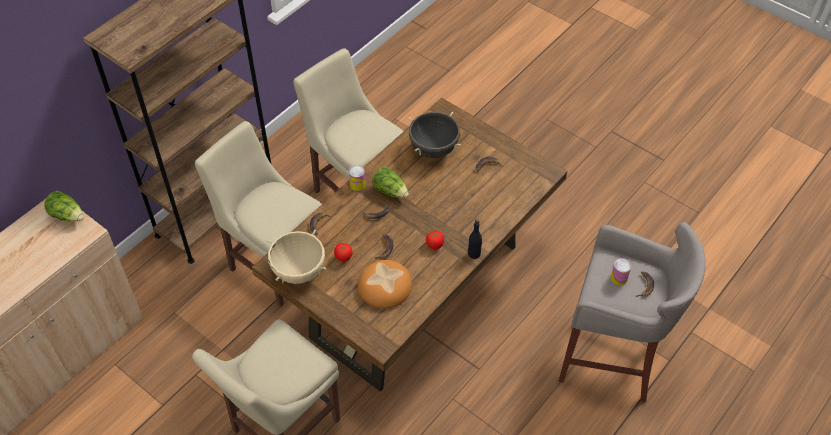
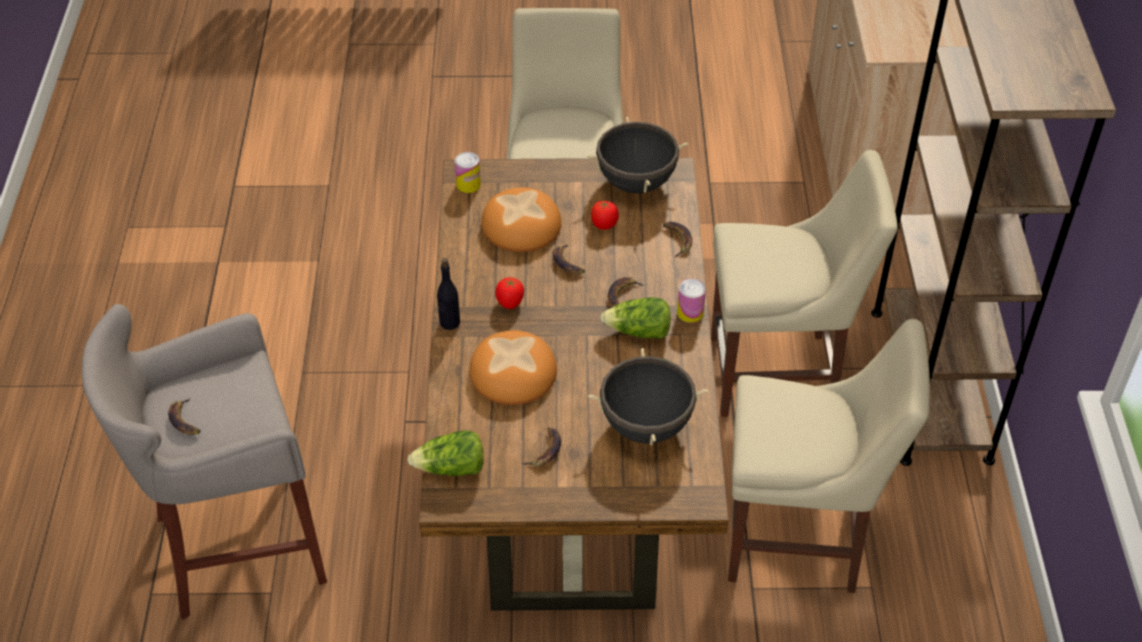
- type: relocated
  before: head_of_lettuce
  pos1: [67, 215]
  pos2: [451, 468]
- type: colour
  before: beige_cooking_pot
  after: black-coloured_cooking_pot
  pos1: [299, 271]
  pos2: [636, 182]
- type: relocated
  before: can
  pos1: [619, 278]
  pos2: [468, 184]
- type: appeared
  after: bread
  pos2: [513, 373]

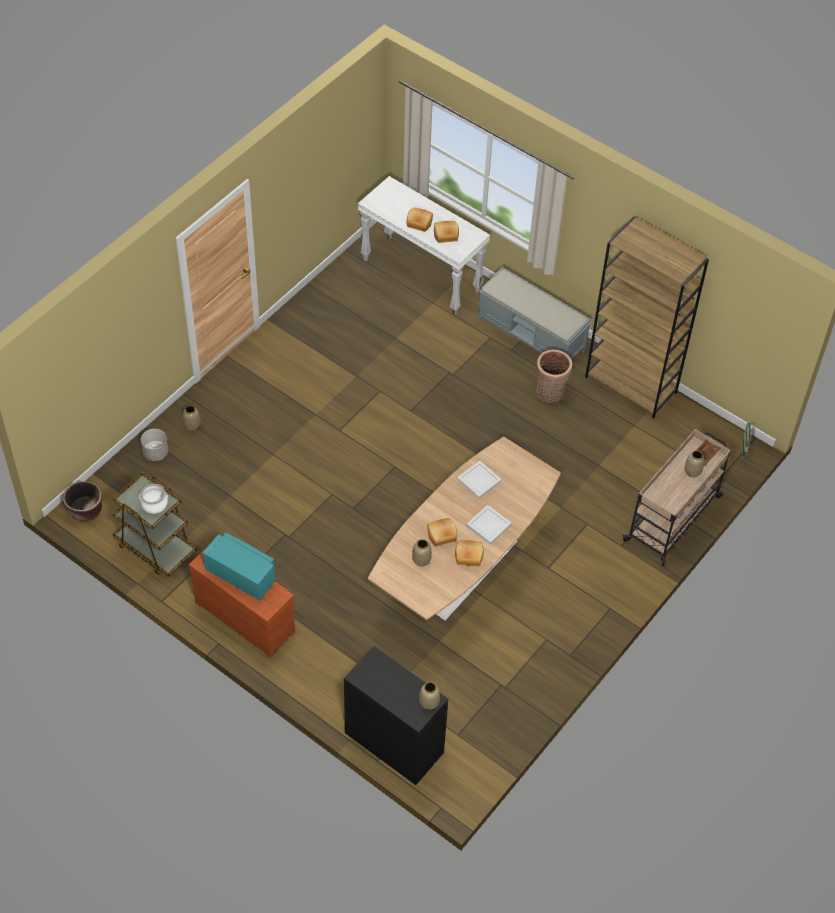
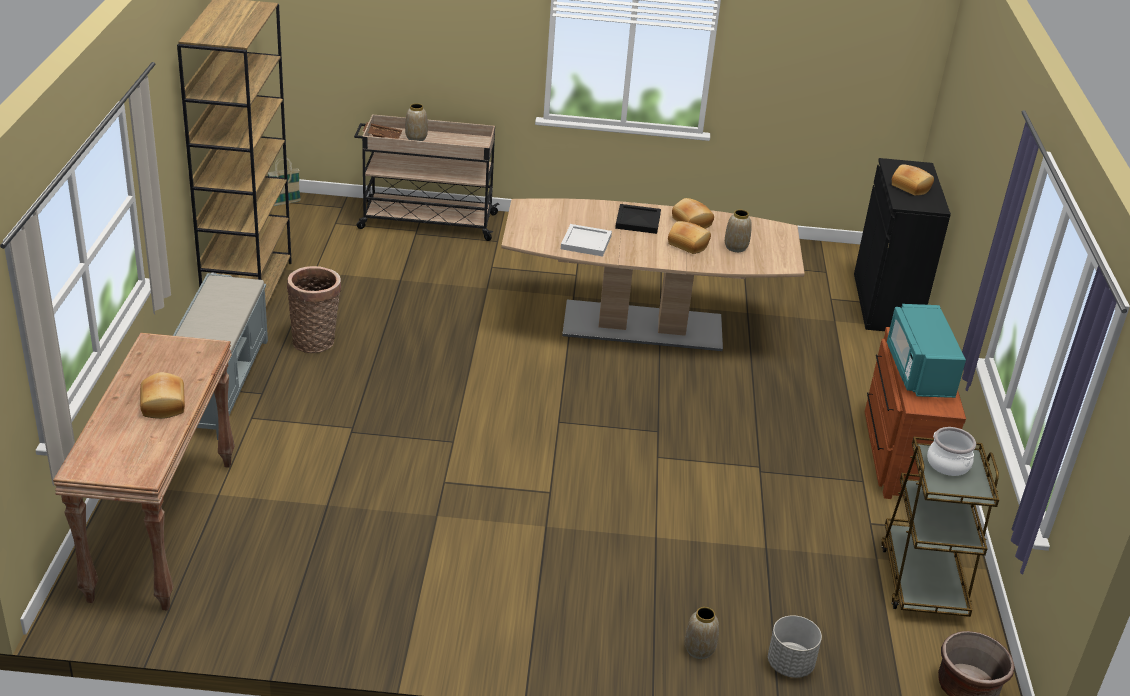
- type: colour
  before: white_narrow_table
  after: brownish_narrow_table
  pos1: [422, 275]
  pos2: [162, 528]
- type: relocated
  before: bread
  pos1: [446, 235]
  pos2: [911, 187]
- type: colour
  before: white_carrying_tray
  after: black-coloured_carrying_tray
  pos1: [489, 526]
  pos2: [638, 221]
- type: missing
  before: vase
  pos1: [429, 702]

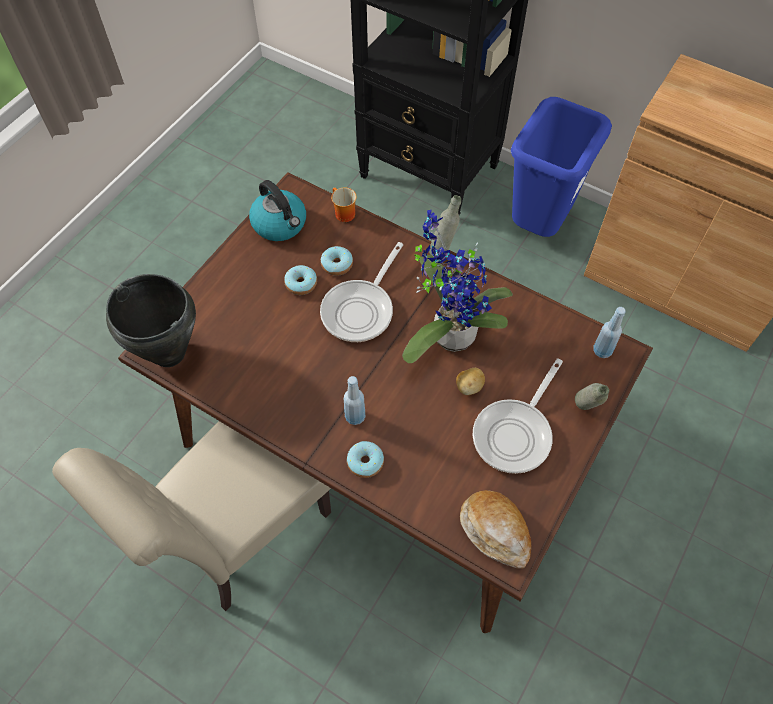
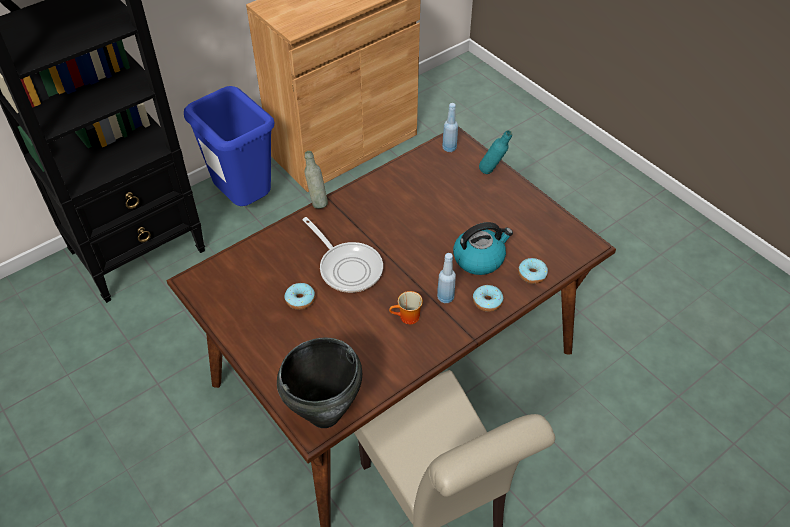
- type: relocated
  before: kettle
  pos1: [280, 224]
  pos2: [479, 258]
- type: relocated
  before: coffee_mug
  pos1: [342, 213]
  pos2: [407, 318]
- type: missing
  before: plant_in_a_pot
  pos1: [449, 332]
- type: relocated
  before: donut
  pos1: [337, 265]
  pos2: [532, 274]
- type: missing
  before: frying_pan
  pos1: [515, 433]
- type: missing
  before: whole_potato
  pos1: [469, 387]
- type: colour
  before: greyish_bottle
  after: turquoise-coloured_bottle
  pos1: [584, 411]
  pos2: [492, 172]
- type: missing
  before: bread
  pos1: [495, 531]

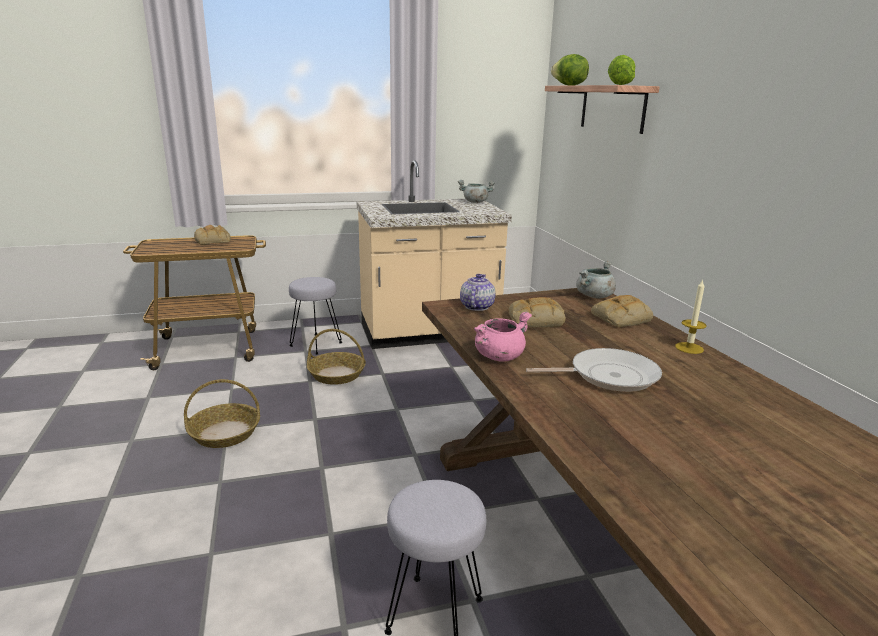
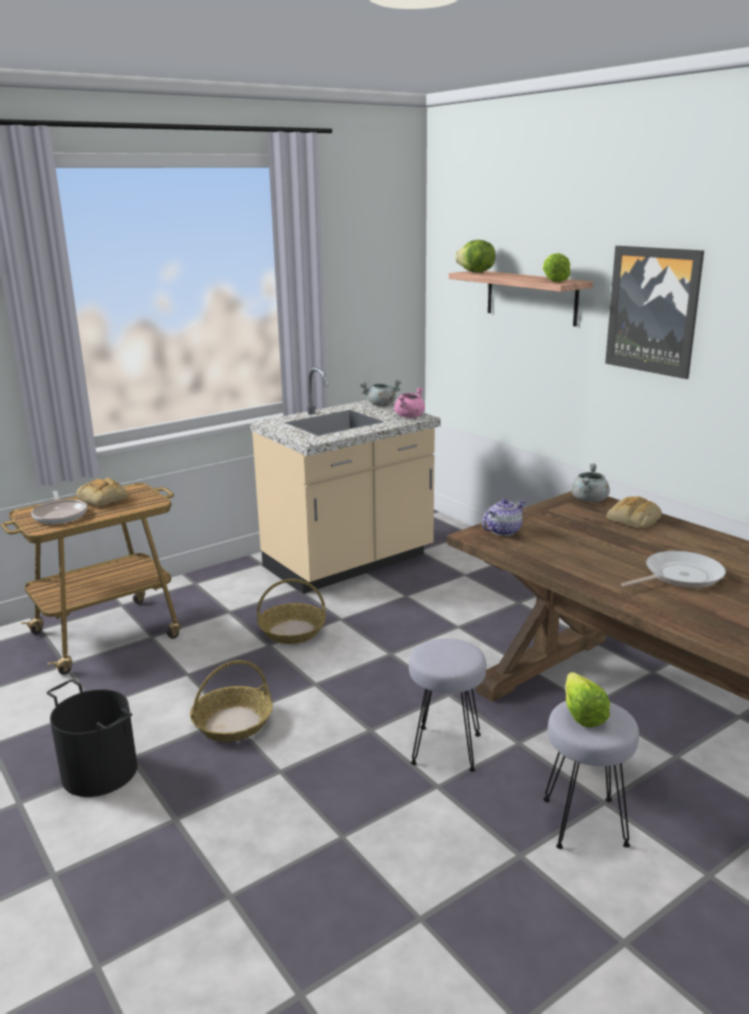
- type: spun
  before: pot_for_tea
  pos1: [476, 307]
  pos2: [503, 531]
  turn: 60
- type: relocated
  before: greyish_stool
  pos1: [315, 344]
  pos2: [445, 748]
- type: missing
  before: wax_light
  pos1: [689, 348]
- type: missing
  before: bread
  pos1: [535, 320]
- type: relocated
  before: pink_cooking_pot
  pos1: [499, 356]
  pos2: [409, 416]
- type: appeared
  after: wall_picture
  pos2: [653, 310]
- type: appeared
  after: frying_pan
  pos2: [60, 515]
- type: appeared
  after: head_of_lettuce
  pos2: [581, 711]
- type: appeared
  after: black-coloured_pail
  pos2: [100, 771]

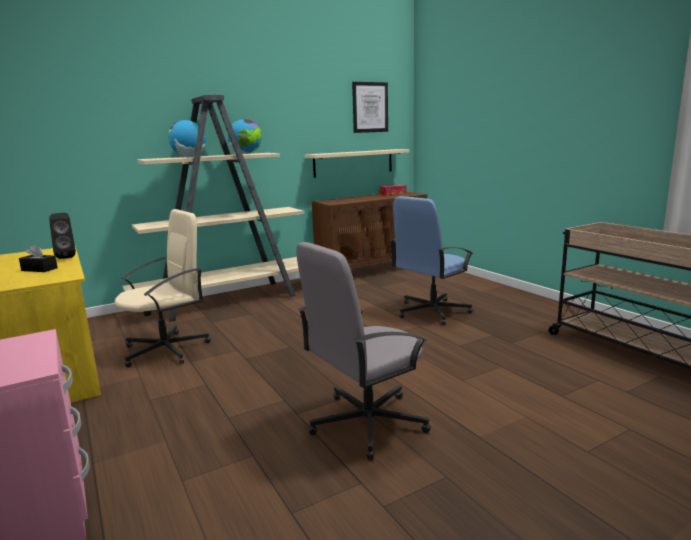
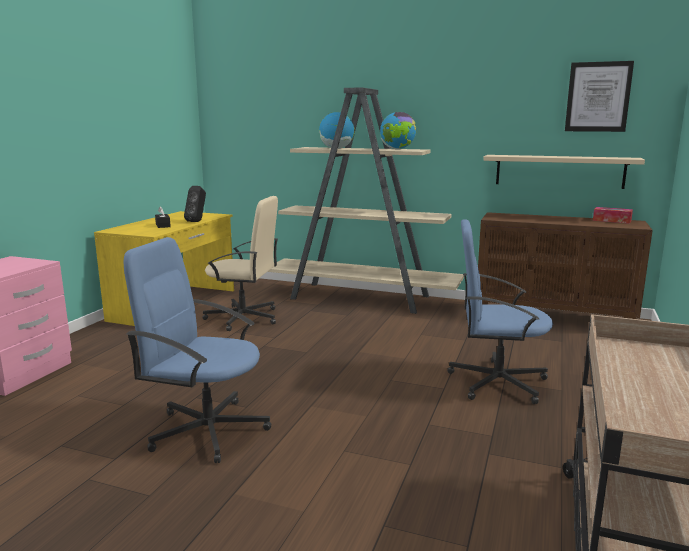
- type: colour
  before: greyish_office_chair
  after: bluish_office_chair
  pos1: [366, 423]
  pos2: [207, 430]

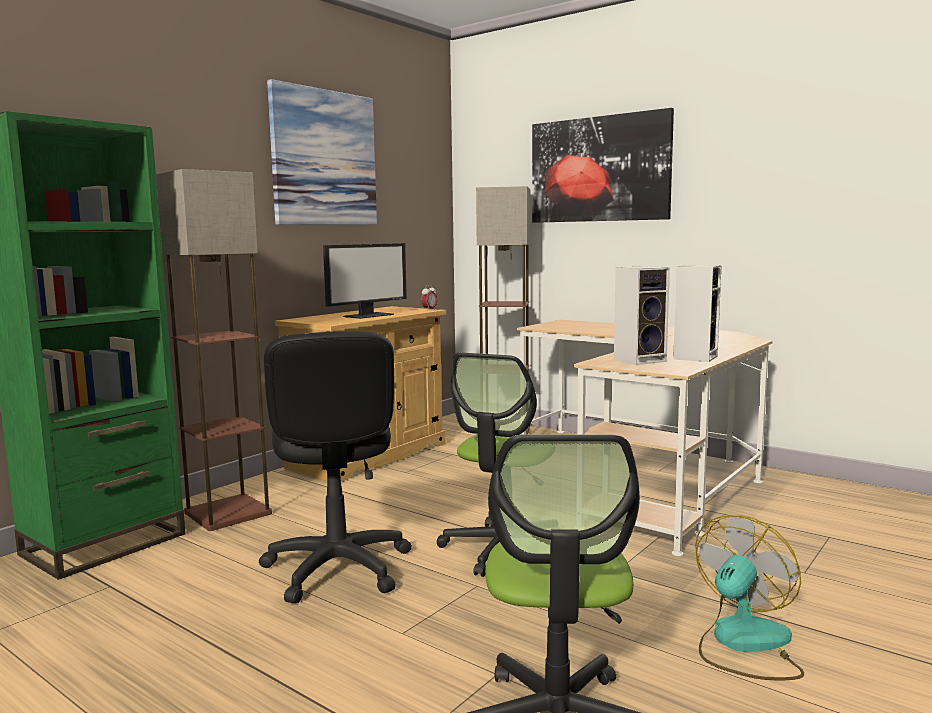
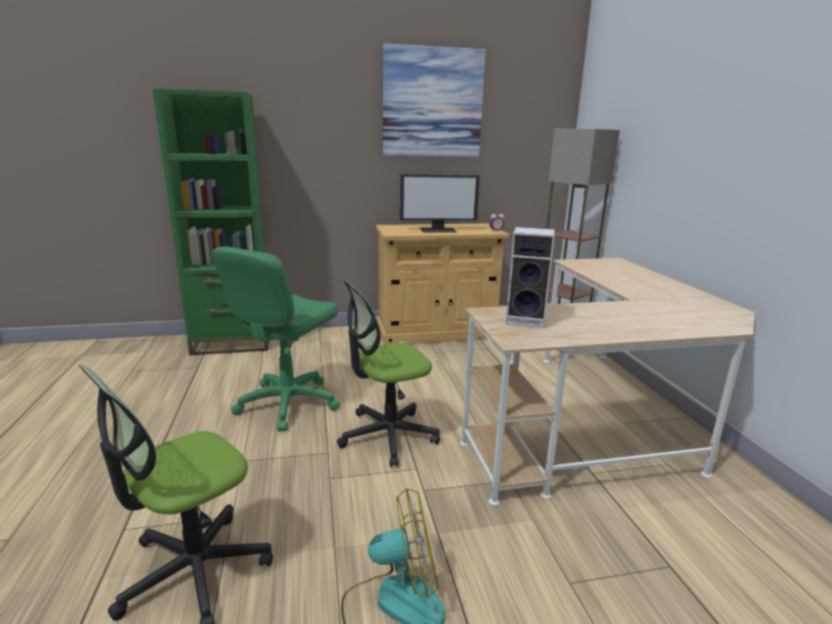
- type: missing
  before: wall_picture
  pos1: [599, 169]
- type: missing
  before: standing_lamp
  pos1: [228, 512]
- type: missing
  before: audio_speaker
  pos1: [695, 357]
- type: colour
  before: black-coloured_office_chair
  after: greenish_office_chair
  pos1: [337, 568]
  pos2: [287, 403]

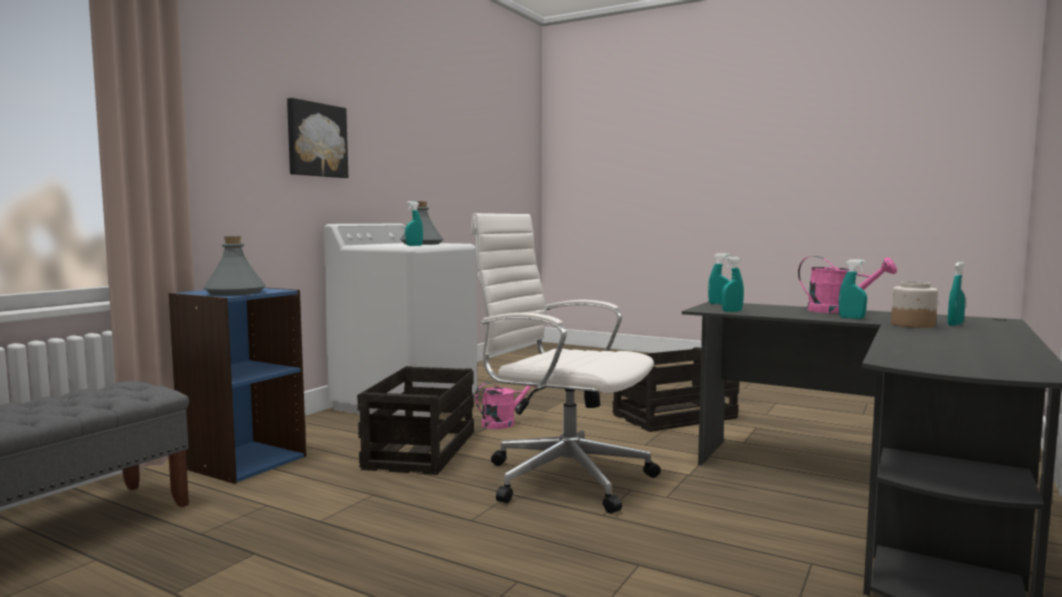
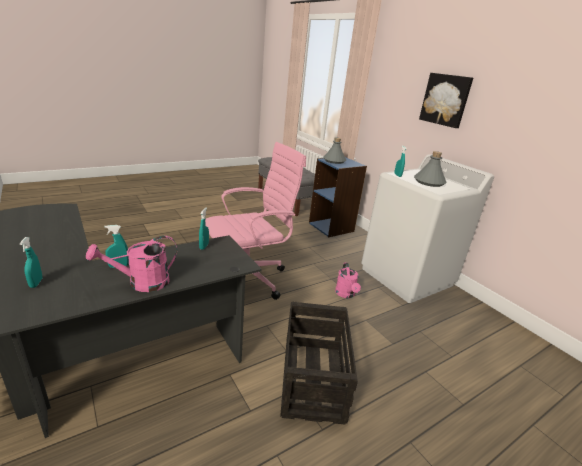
- type: colour
  before: white_office_chair
  after: pink_office_chair
  pos1: [563, 477]
  pos2: [248, 279]
- type: missing
  before: turquoise-coloured_hand_sprayer
  pos1: [719, 304]
- type: missing
  before: preserve_jar
  pos1: [912, 325]
- type: missing
  before: shipping_crate
  pos1: [421, 450]

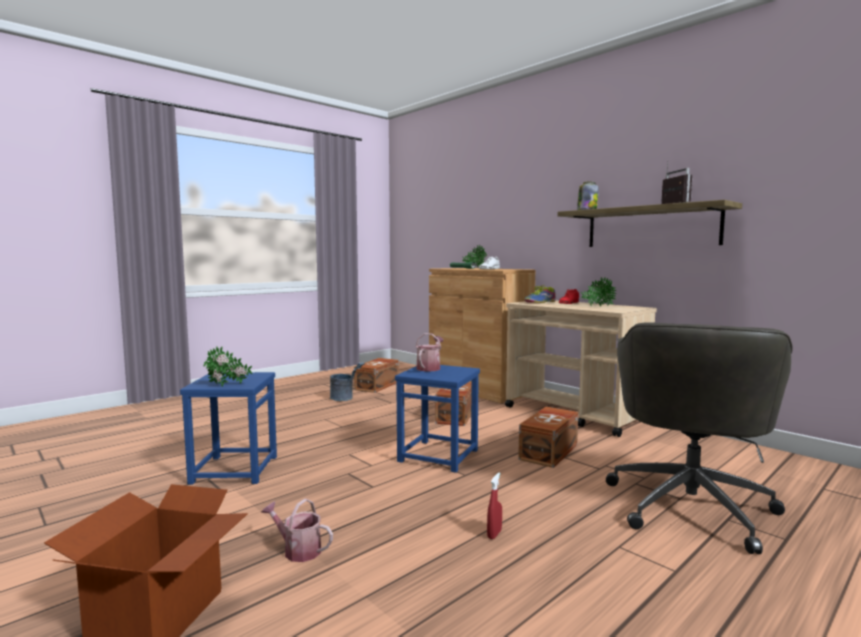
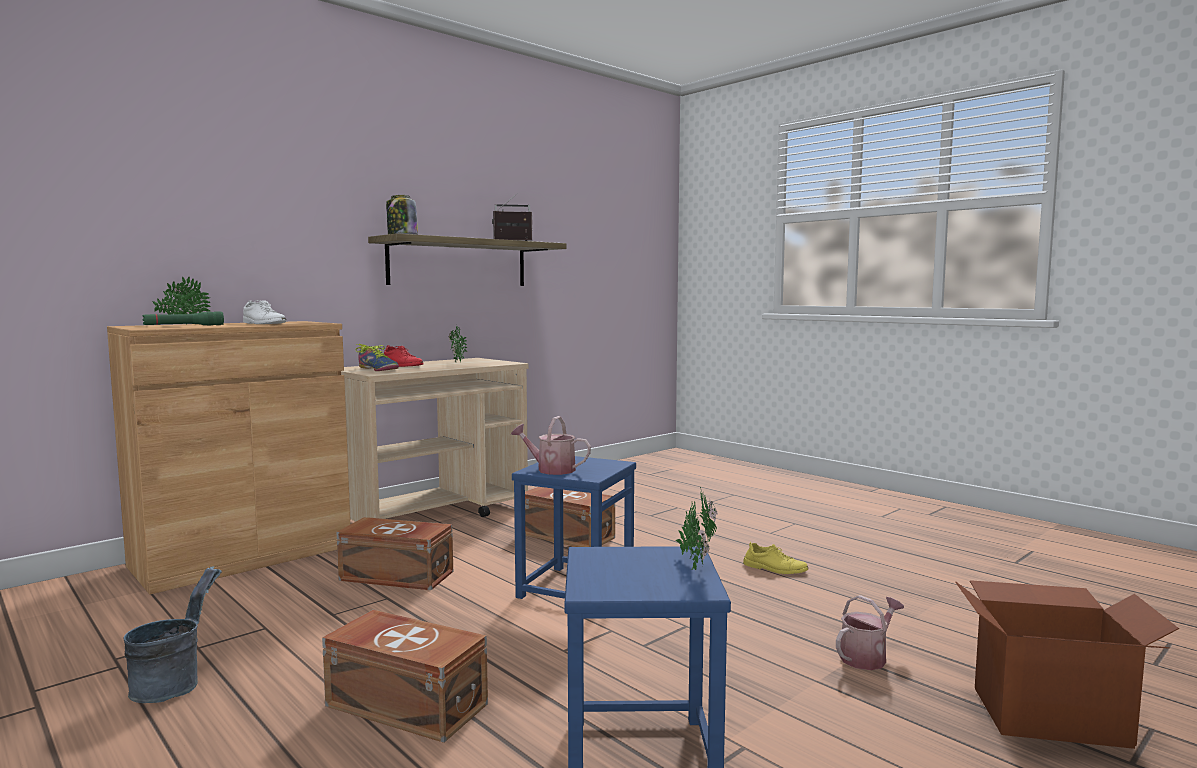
- type: missing
  before: greyish_office_chair
  pos1: [690, 505]
- type: relocated
  before: brownish_storage_container
  pos1: [378, 385]
  pos2: [406, 703]
- type: exchanged
  before: red-coloured_hand_sprayer
  after: yellow-coloured_item_of_footwear
  pos1: [494, 534]
  pos2: [775, 568]
- type: spun
  before: watering_pot
  pos1: [298, 550]
  pos2: [867, 657]
  turn: -150

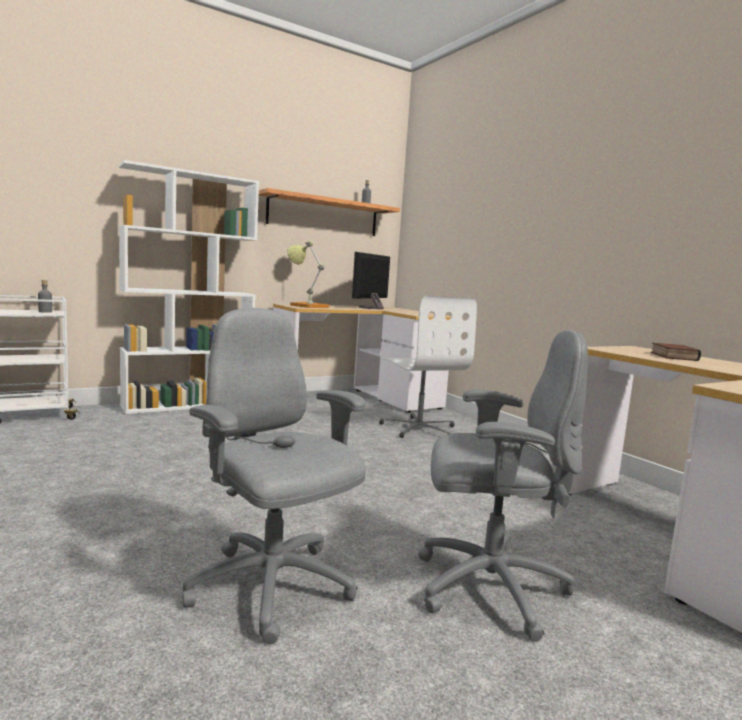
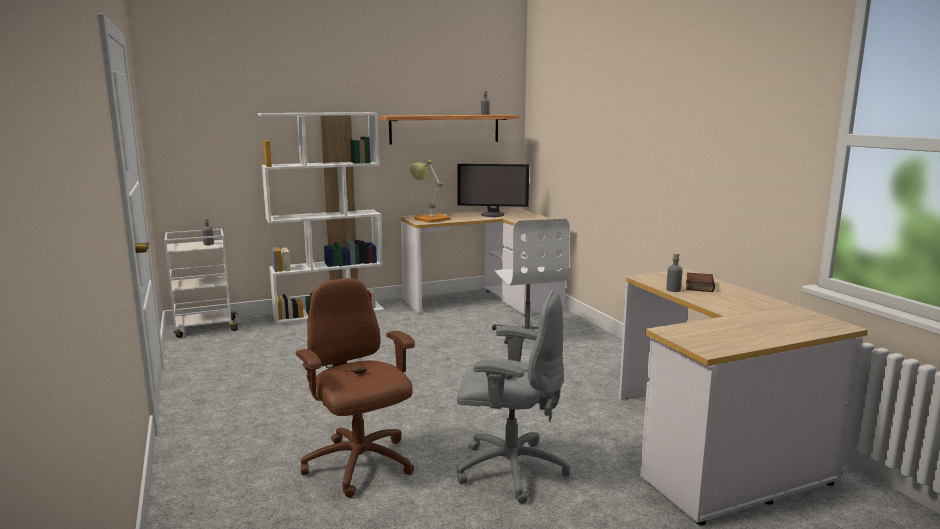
- type: spun
  before: monitor
  pos1: [370, 308]
  pos2: [493, 215]
  turn: -120
- type: colour
  before: greyish_office_chair
  after: brownish_office_chair
  pos1: [272, 589]
  pos2: [359, 465]
- type: appeared
  after: greyish_bottle
  pos2: [673, 290]

